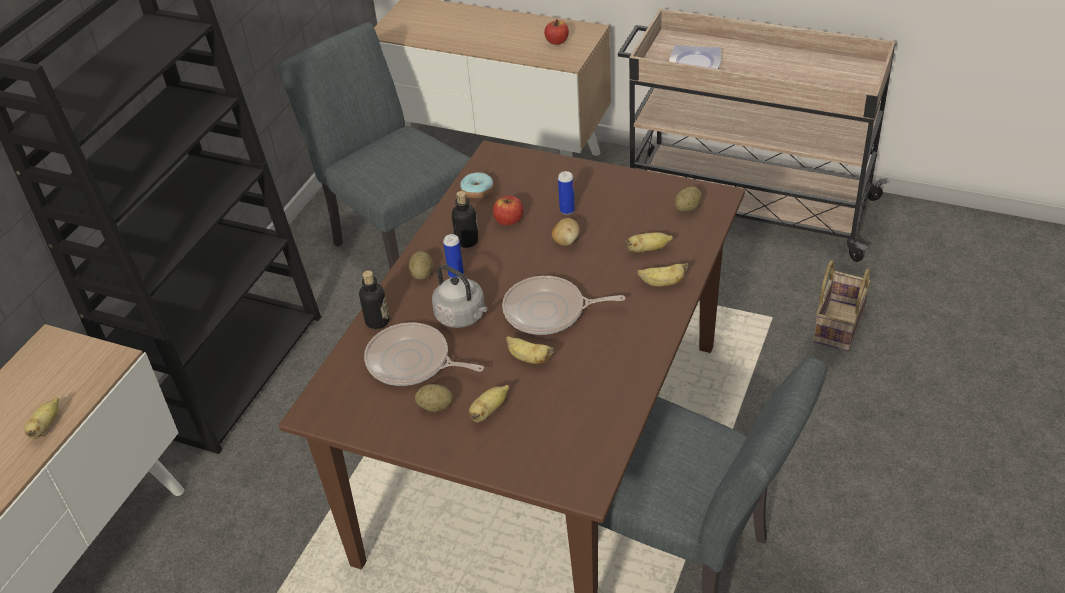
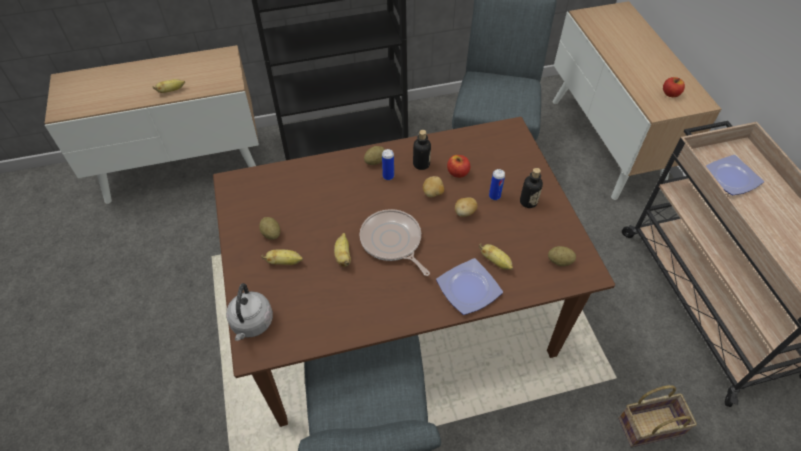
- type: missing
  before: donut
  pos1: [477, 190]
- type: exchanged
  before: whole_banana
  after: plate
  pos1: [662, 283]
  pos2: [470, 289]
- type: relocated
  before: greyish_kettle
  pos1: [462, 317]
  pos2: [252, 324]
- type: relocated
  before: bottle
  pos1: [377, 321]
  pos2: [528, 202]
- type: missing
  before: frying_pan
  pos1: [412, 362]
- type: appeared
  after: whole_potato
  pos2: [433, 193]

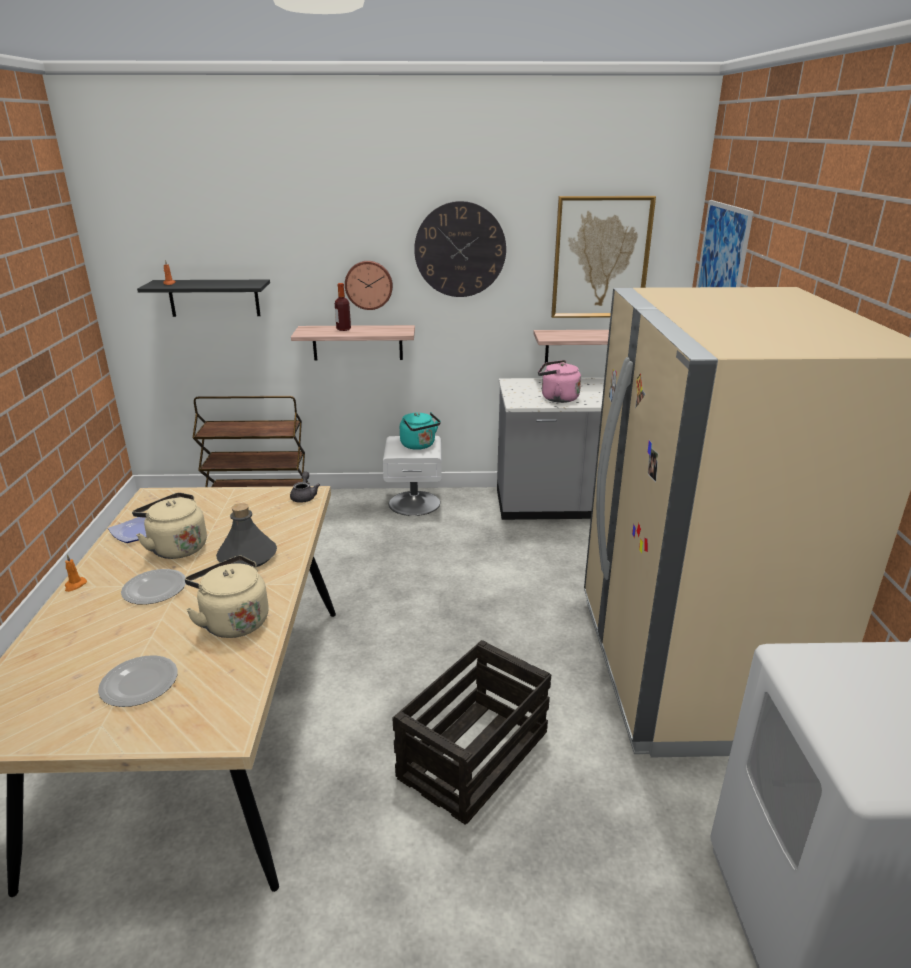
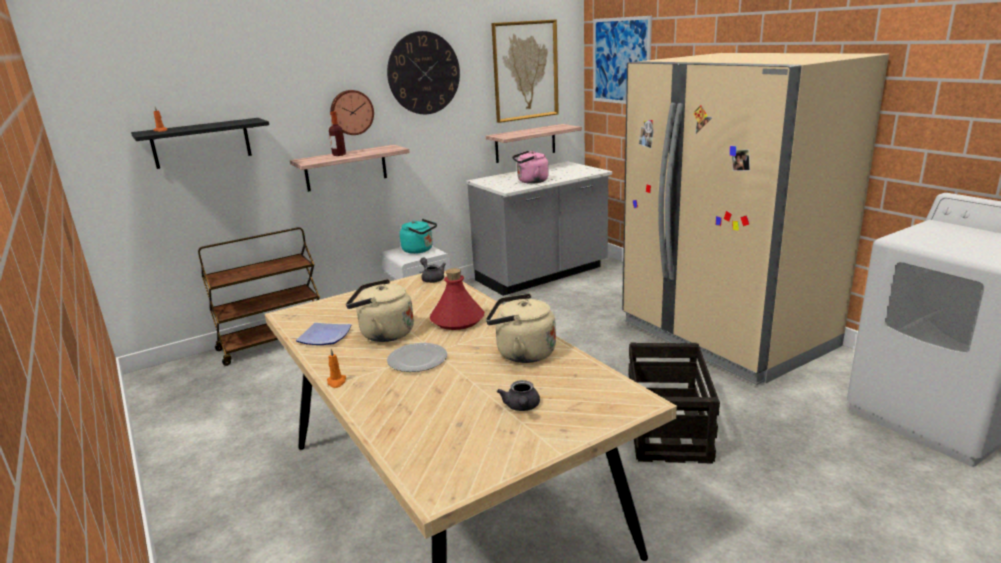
- type: colour
  before: greyish_bottle
  after: red-coloured_bottle
  pos1: [248, 557]
  pos2: [458, 320]
- type: exchanged
  before: plate
  after: greyish_pot_for_tea
  pos1: [139, 684]
  pos2: [521, 407]

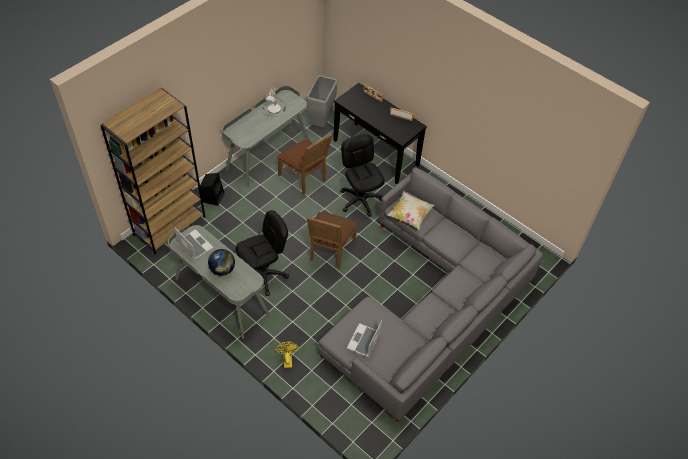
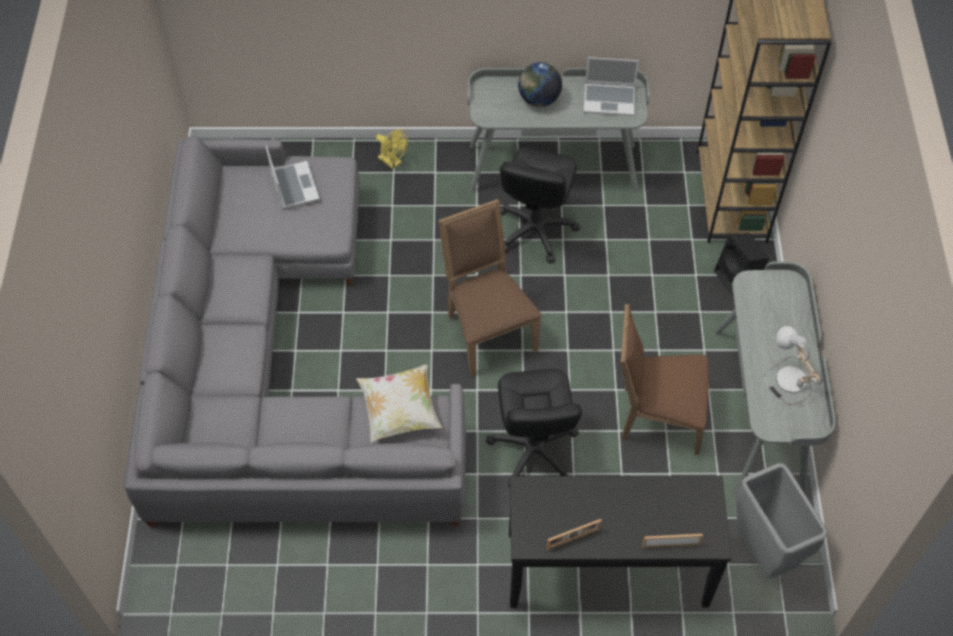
- type: spun
  before: black-coloured_office_chair
  pos1: [360, 200]
  pos2: [533, 450]
  turn: 60

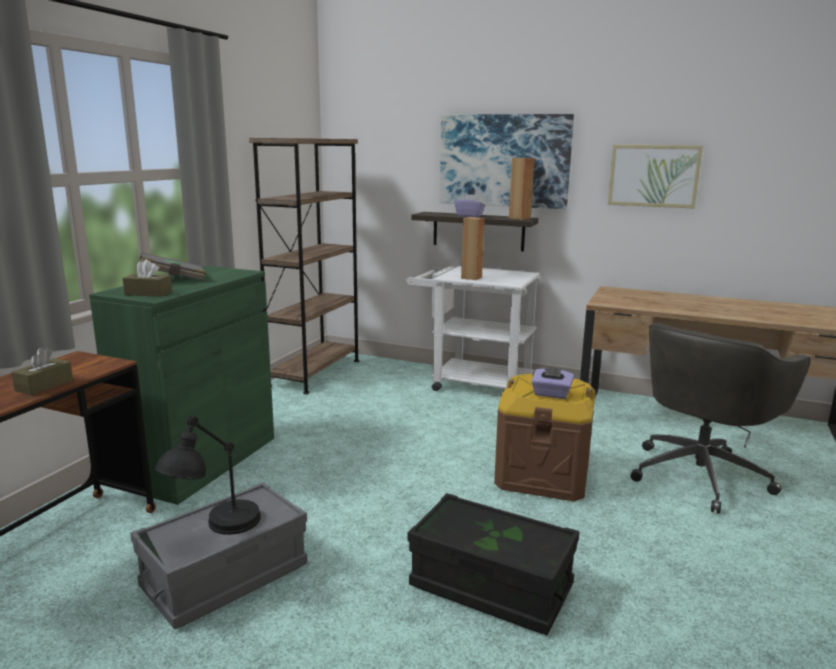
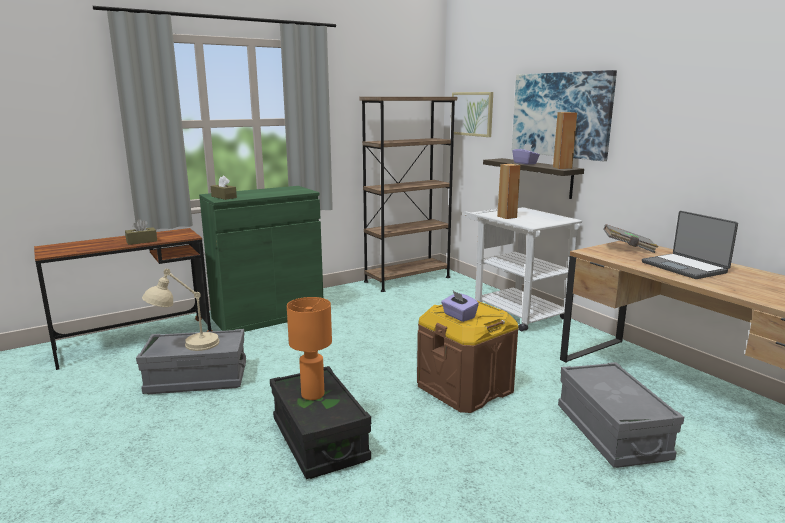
- type: relocated
  before: wall_picture
  pos1: [653, 175]
  pos2: [472, 114]
- type: relocated
  before: greyish_book
  pos1: [174, 280]
  pos2: [628, 248]
- type: exchanged
  before: greyish_office_chair
  after: greyish_storage_container
  pos1: [701, 474]
  pos2: [611, 432]
- type: colour
  before: black-coloured_tabletop_lamp
  after: beige_tabletop_lamp
  pos1: [215, 531]
  pos2: [186, 346]
- type: appeared
  after: portable_computer
  pos2: [685, 267]
- type: appeared
  after: orangey_tabletop_lamp
  pos2: [312, 395]

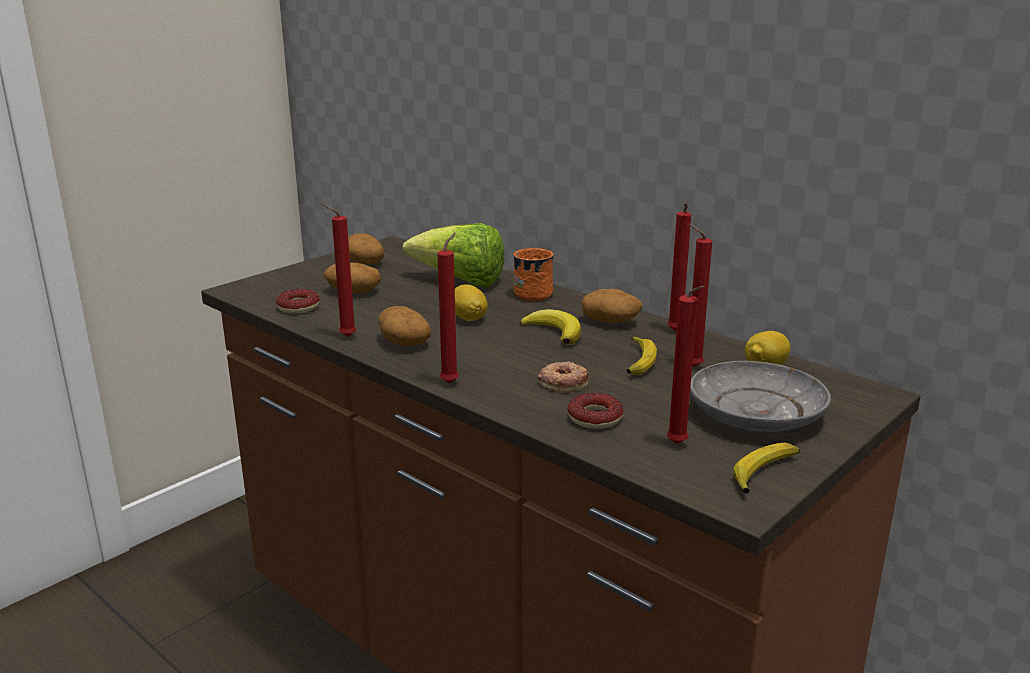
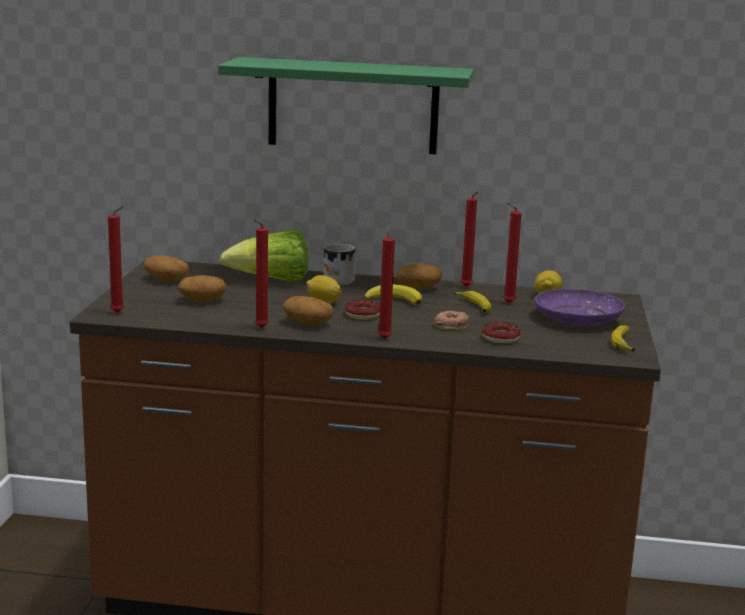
- type: colour
  before: orangey_coffee_mug
  after: white_coffee_mug
  pos1: [534, 292]
  pos2: [337, 279]
- type: relocated
  before: red-coloured_wax_light
  pos1: [679, 445]
  pos2: [119, 313]
- type: relocated
  before: donut
  pos1: [298, 307]
  pos2: [362, 315]
- type: colour
  before: greyish_plate
  after: purplish_plate
  pos1: [755, 413]
  pos2: [577, 318]
- type: appeared
  after: greenish_bracket_shelf
  pos2: [353, 106]

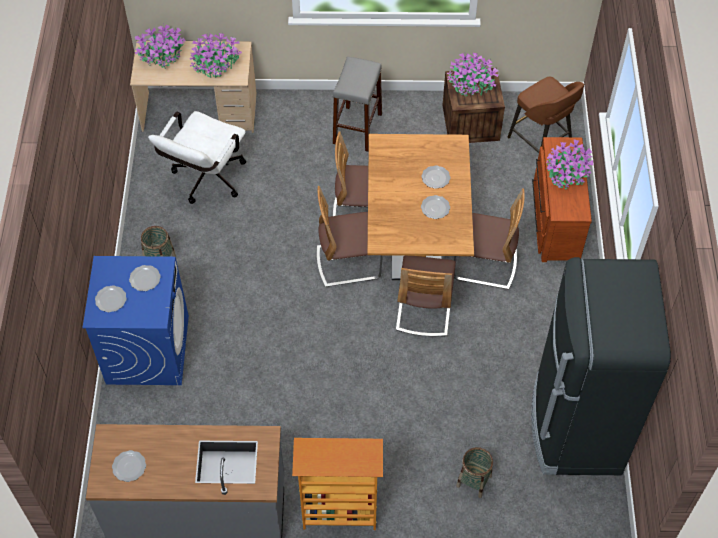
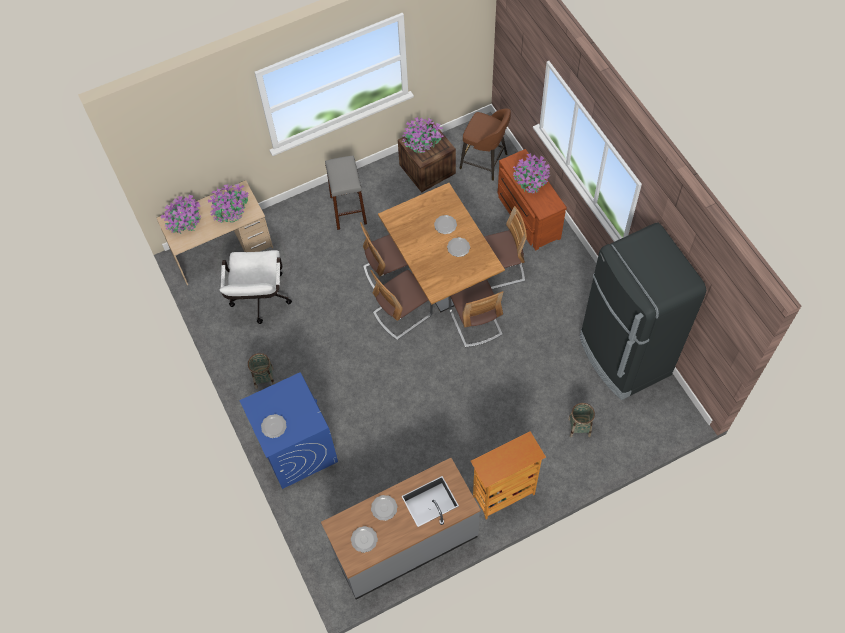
- type: relocated
  before: plate
  pos1: [145, 279]
  pos2: [384, 508]

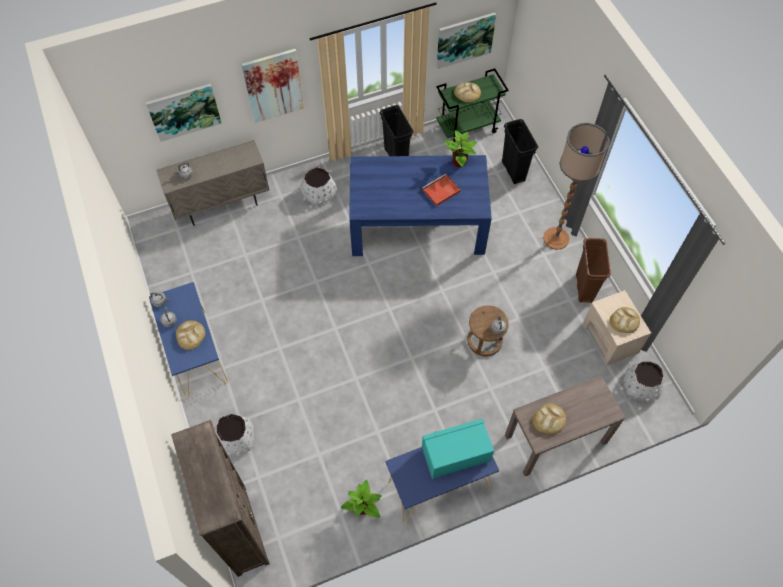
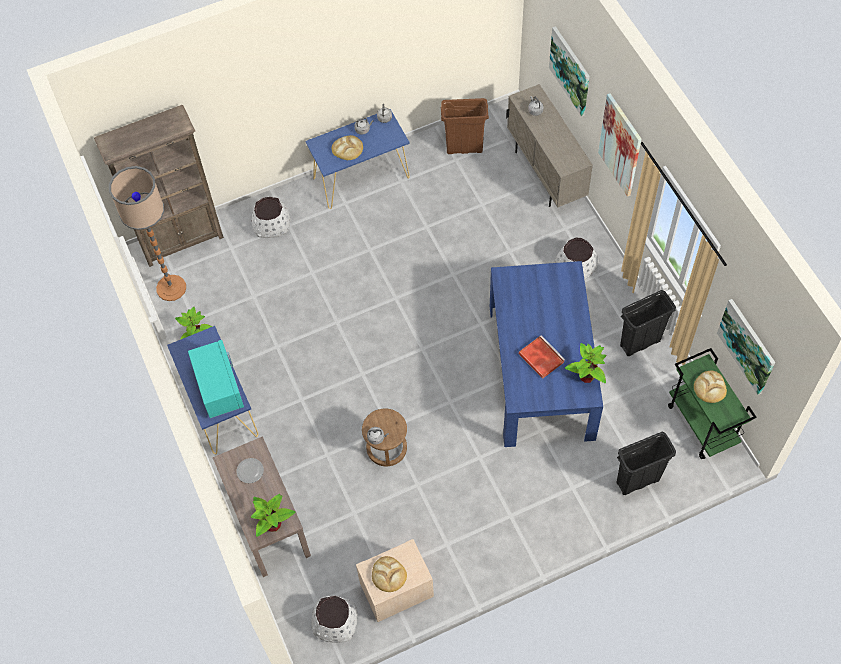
- type: relocated
  before: standing_lamp
  pos1: [556, 238]
  pos2: [171, 288]
- type: relocated
  before: brownish_rubbish_bin
  pos1: [584, 287]
  pos2: [464, 148]
- type: exchanged
  before: bread
  after: plate
  pos1: [549, 420]
  pos2: [249, 471]
- type: appeared
  after: plant_in_a_pot
  pos2: [273, 524]

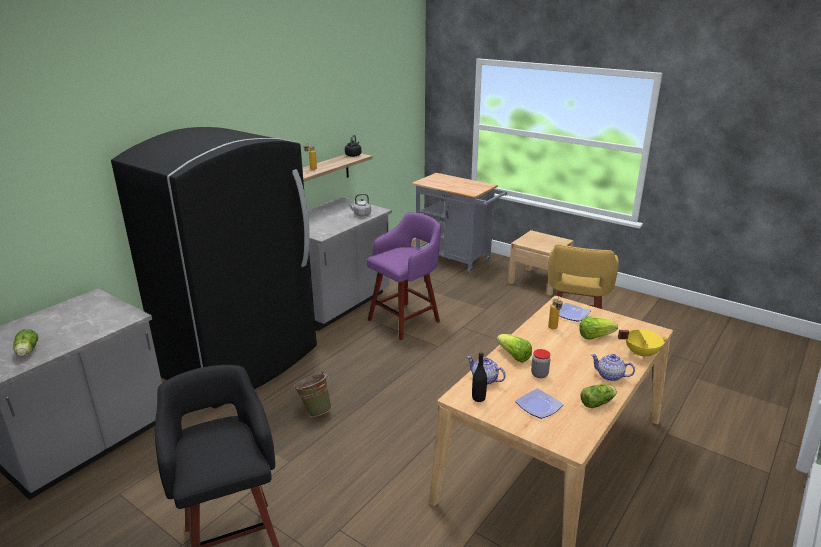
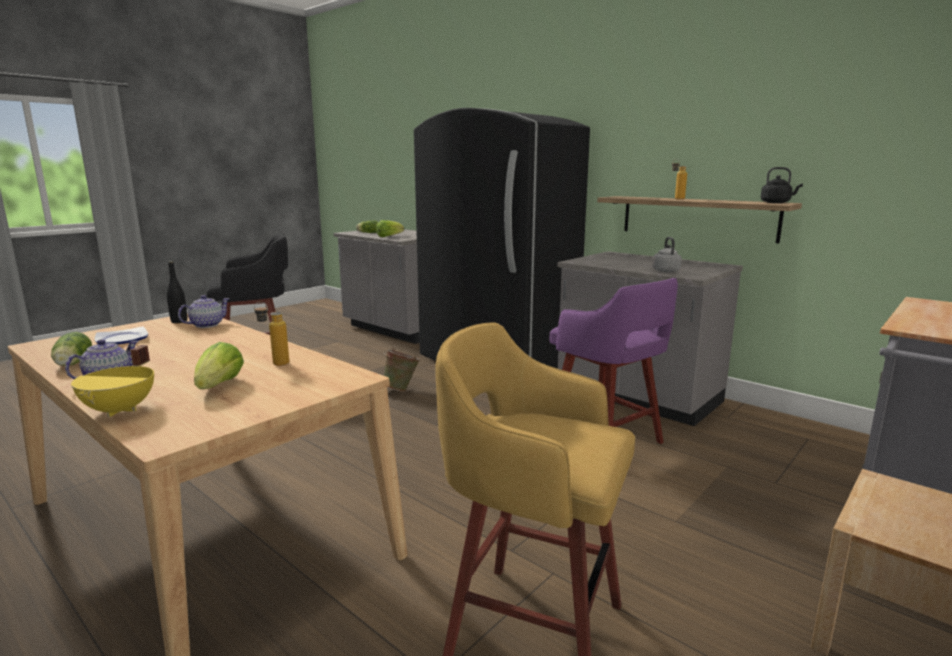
- type: missing
  before: plate
  pos1: [572, 315]
- type: relocated
  before: head_of_lettuce
  pos1: [513, 356]
  pos2: [389, 236]
- type: missing
  before: preserve_jar
  pos1: [539, 374]

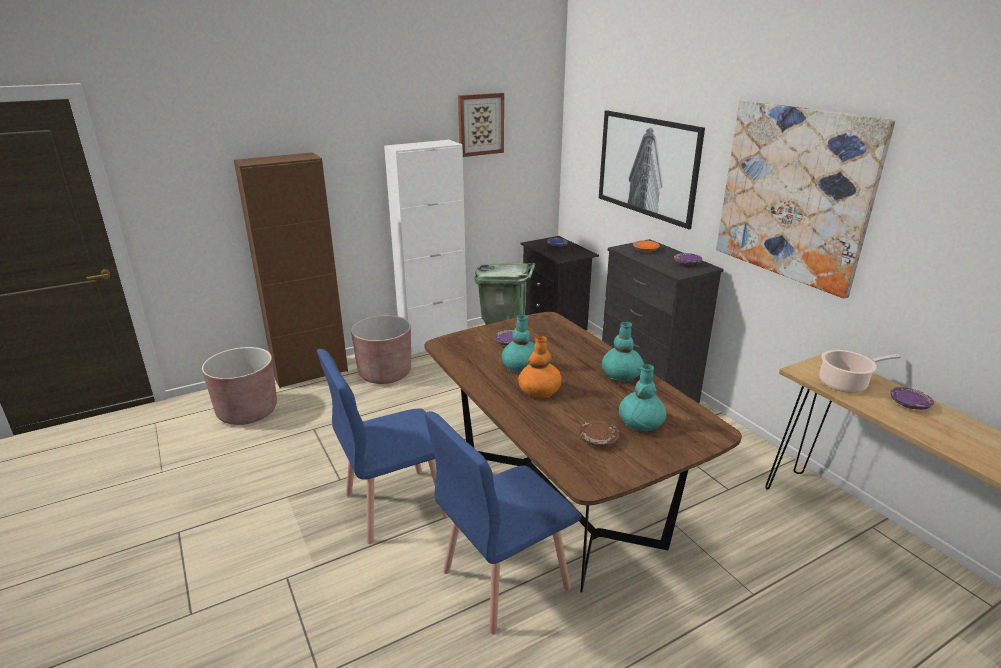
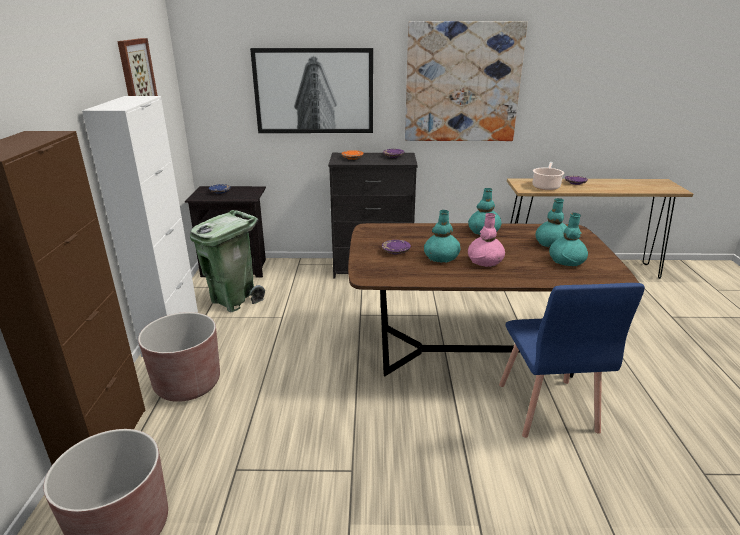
- type: colour
  before: orangey_vase
  after: pink_vase
  pos1: [539, 390]
  pos2: [485, 261]
- type: missing
  before: bluish_upright_chair
  pos1: [394, 504]
- type: exchanged
  before: brownish_plate
  after: turquoise-coloured_vase
  pos1: [598, 439]
  pos2: [566, 261]

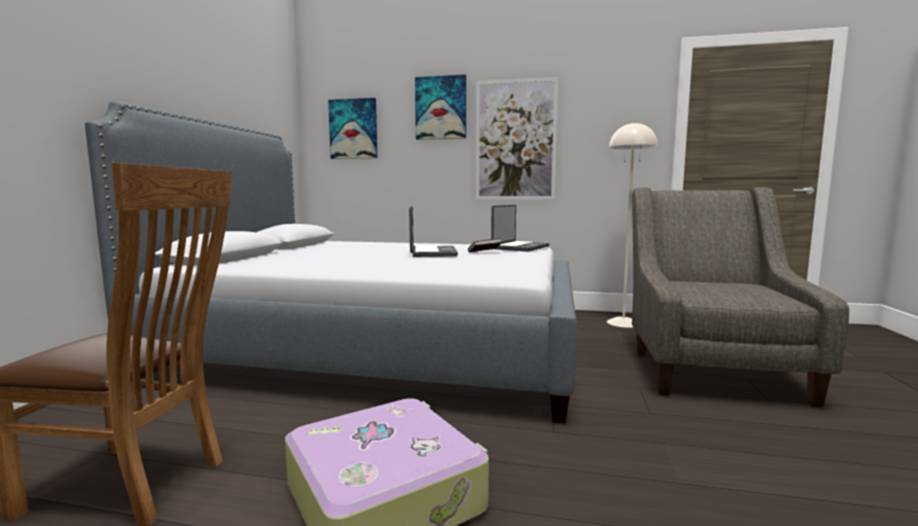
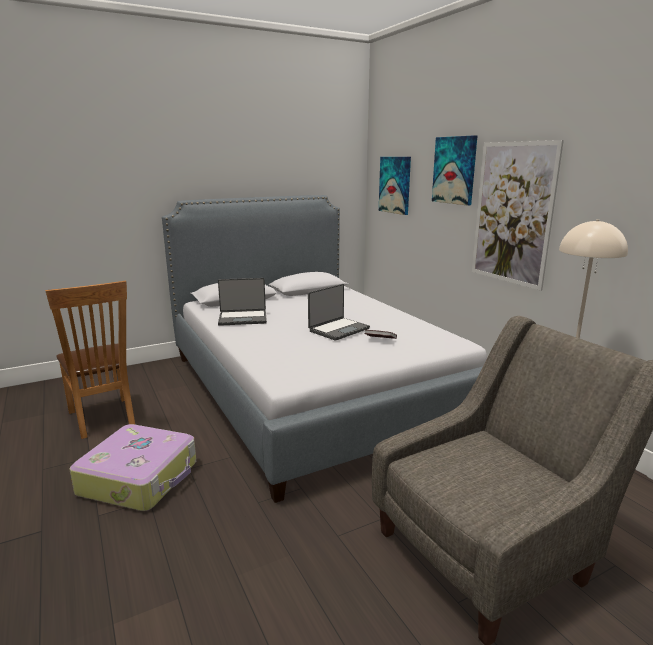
- type: relocated
  before: portable_computer
  pos1: [519, 247]
  pos2: [243, 318]

